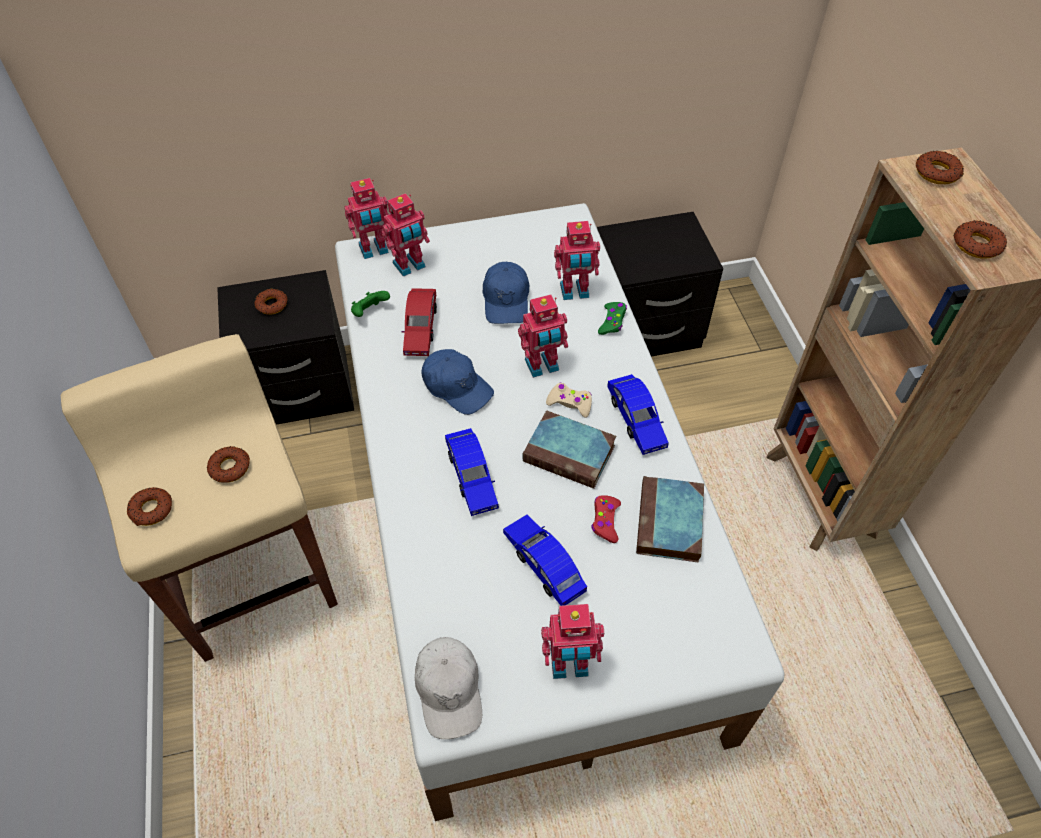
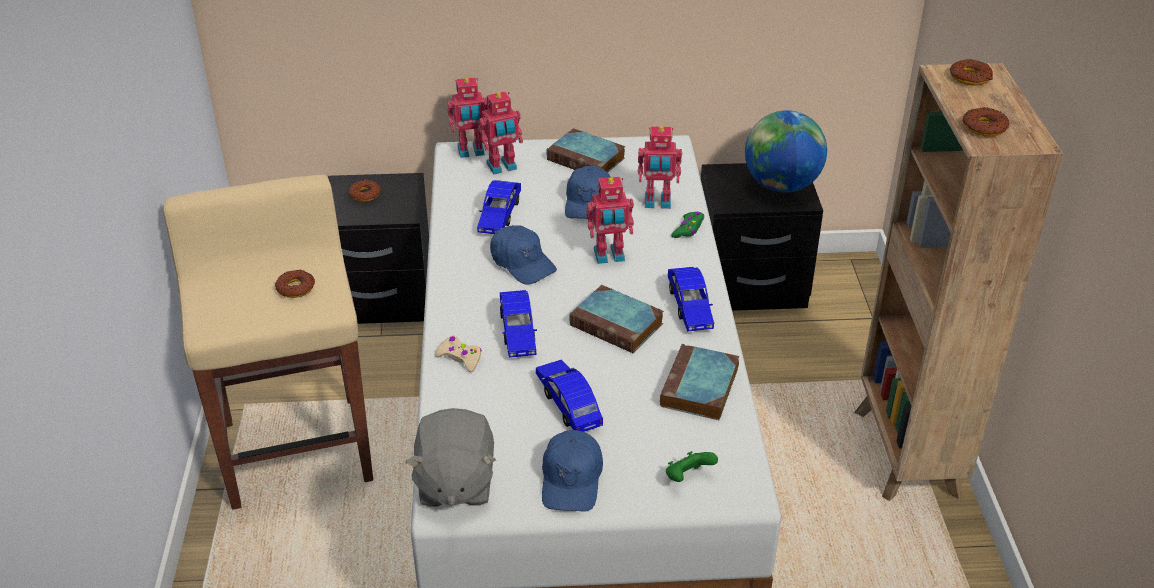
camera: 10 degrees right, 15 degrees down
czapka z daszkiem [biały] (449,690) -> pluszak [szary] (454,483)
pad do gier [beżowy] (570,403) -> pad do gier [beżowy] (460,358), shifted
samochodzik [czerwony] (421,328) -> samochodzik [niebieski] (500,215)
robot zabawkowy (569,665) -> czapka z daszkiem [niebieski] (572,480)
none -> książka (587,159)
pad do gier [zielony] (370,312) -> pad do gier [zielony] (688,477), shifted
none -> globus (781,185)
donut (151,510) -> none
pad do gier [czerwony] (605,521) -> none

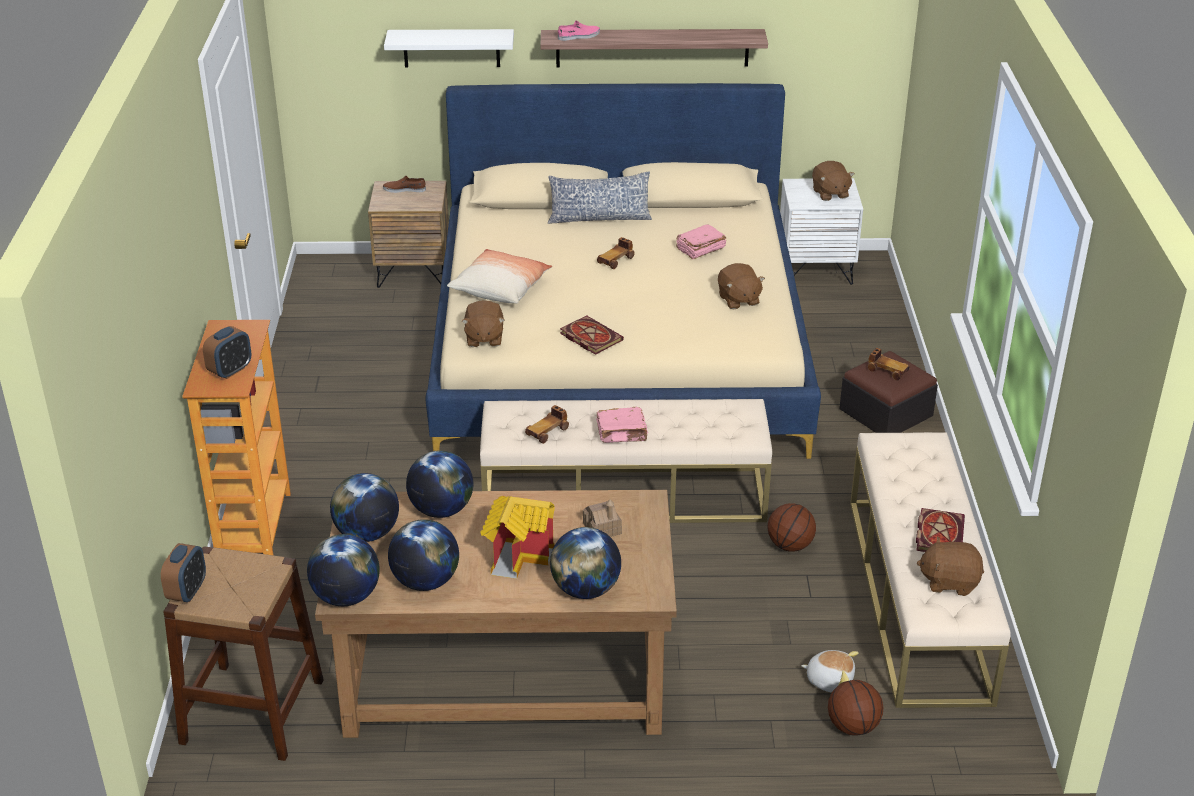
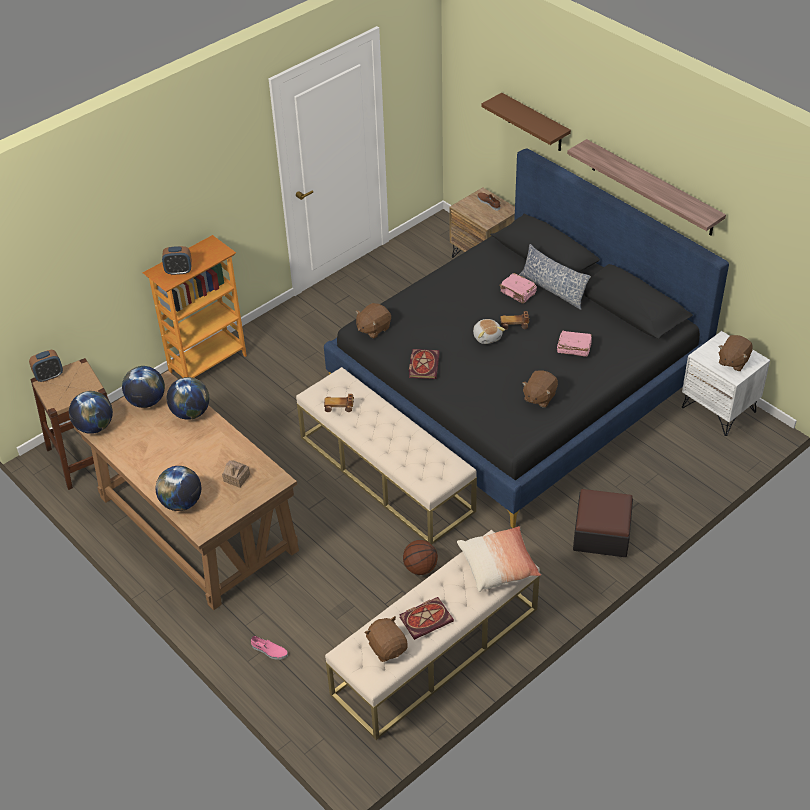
camera: 50 degrees right, 10 degrees up
but [różowy] (579,36) -> but [różowy] (269,650), shifted
łóżko [beżowy] (618,349) -> łóżko [czarny] (517,383)
poduszka (500,288) -> poduszka (498,566), shifted
pluszak (829,680) -> pluszak (487,337), shifted
półka [biały] (451,48) -> półka [brązowy] (535,123)
książka [różowy] (622,433) -> książka [różowy] (518,293), shifted
globus (425,581) -> none
domek (520,556) -> none
piłka do koszykówki (853,727) -> none
samochodzik (887,370) -> none

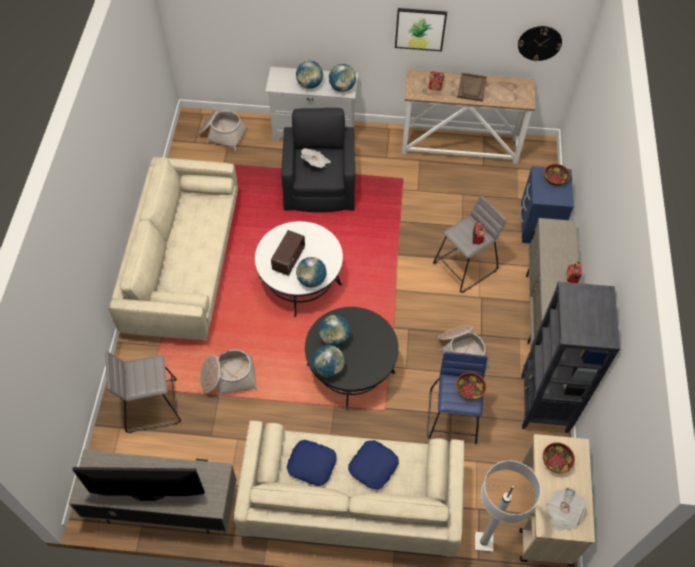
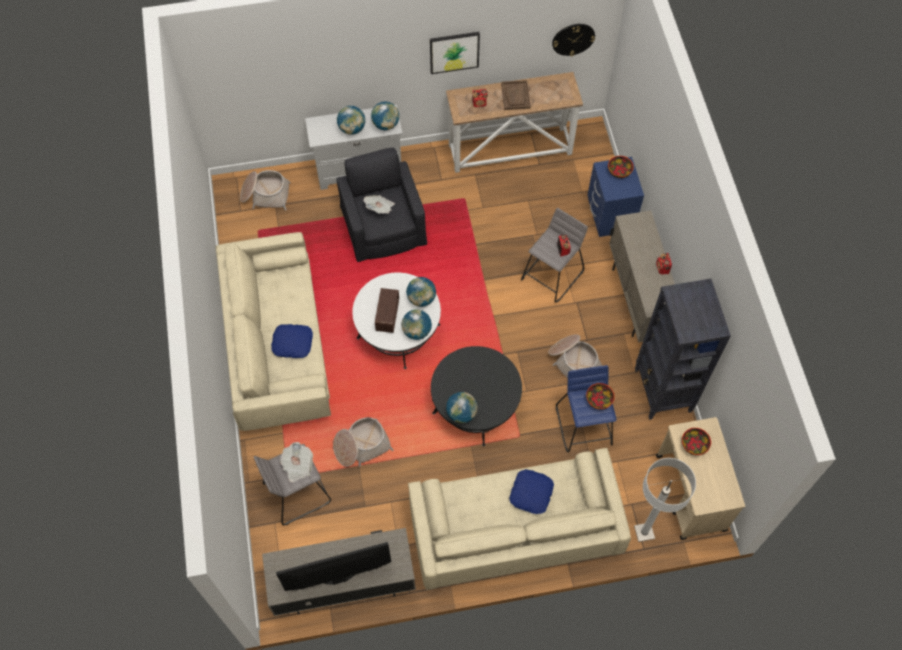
camera: 15 degrees left, 5 degrees up
poduszka [niebieski] (312,464) -> poduszka [niebieski] (292,343), shifted
gazeta (562,513) -> gazeta (297,466), shifted
globus (334,338) -> globus (421,299), shifted

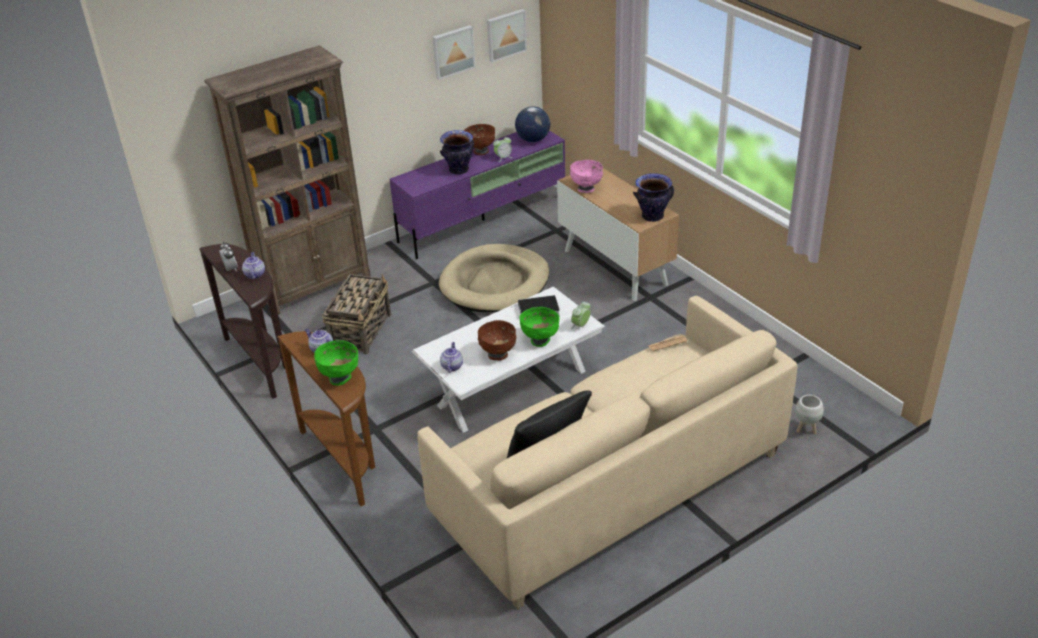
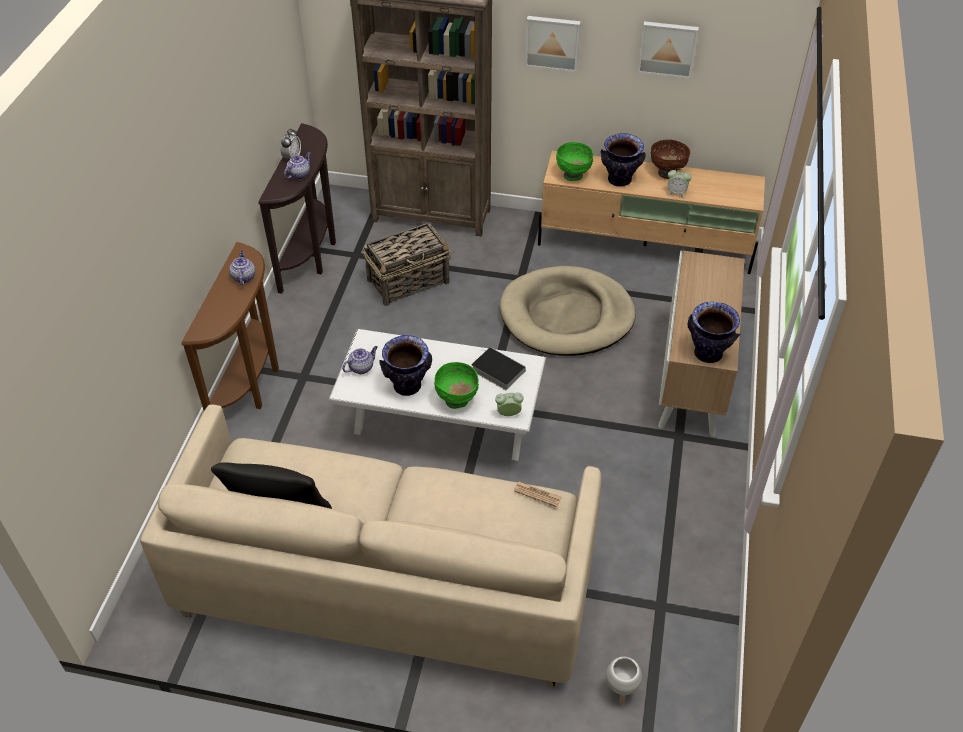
camera: 45 degrees right, 10 degrees up
miska [brązowy] (498,355) -> wazon (407,386)
obraz (505,34) -> obraz (552,42), shifted
szafka pod telewizor [fioletowy] (484,219) -> szafka pod telewizor [beżowy] (646,245)
miska [zielony] (340,378) -> miska [zielony] (573,176), shifted
globus (533,140) -> none
miska [różowy] (586,189) -> none

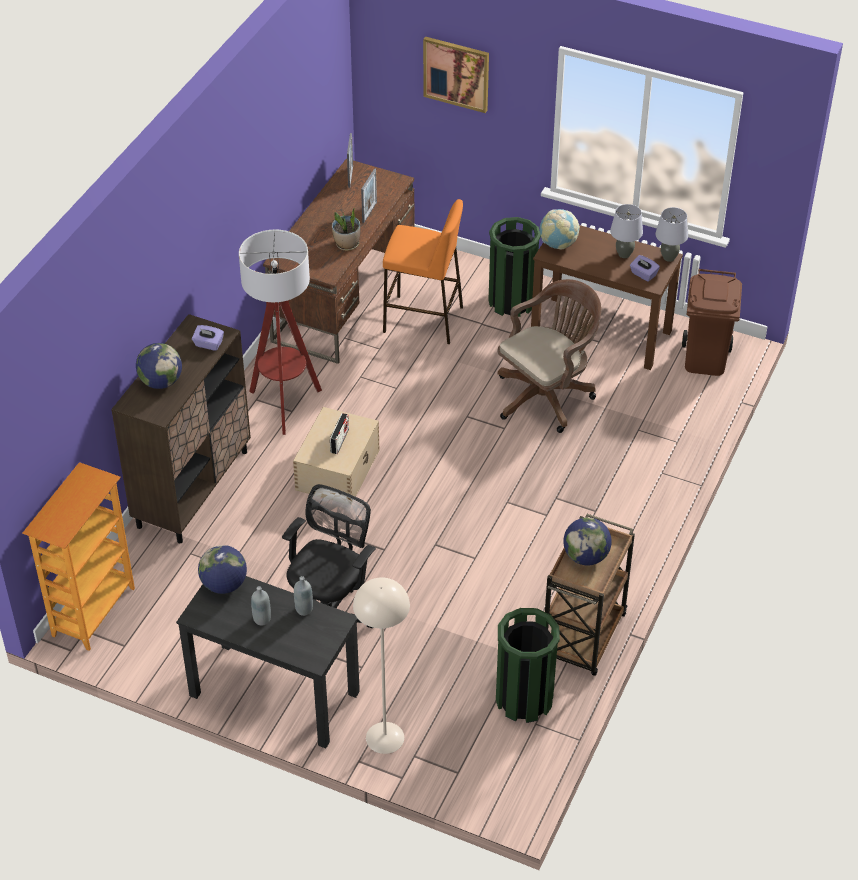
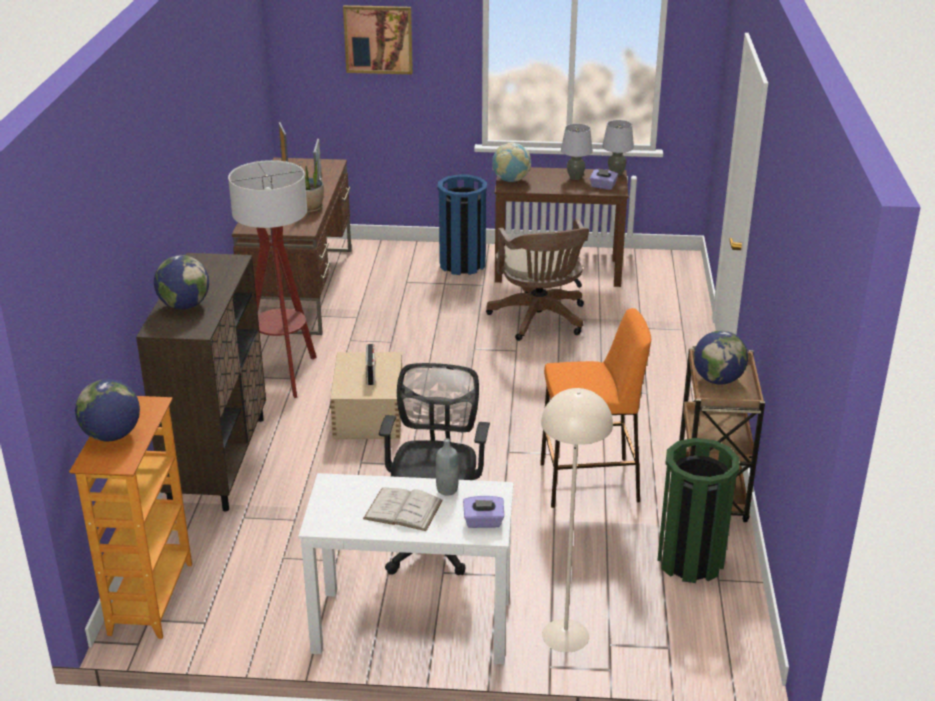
camera: 20 degrees left, 15 degrees down
globus (224,585) -> globus (112,436), shifted
biurko [czarny] (273,693) -> biurko [biały] (411,625)
butelka [szary] (262,619) -> książka [biały] (403,509)
kosz na śmieci [zielony] (512,301) -> kosz na śmieci [niebieski] (462,264)
pudełko chusteczek [fioletowy] (208,344) -> pudełko chusteczek [fioletowy] (483,522), shifted
krzesło biurowe [brązowy] (547,395) -> krzesło biurowe [brązowy] (540,320), 135 degrees clockwise
stołek [pomarańczowy] (424,320) -> stołek [pomarańczowy] (590,482), shifted
kosz na śmieci [brązowy] (704,359) -> none

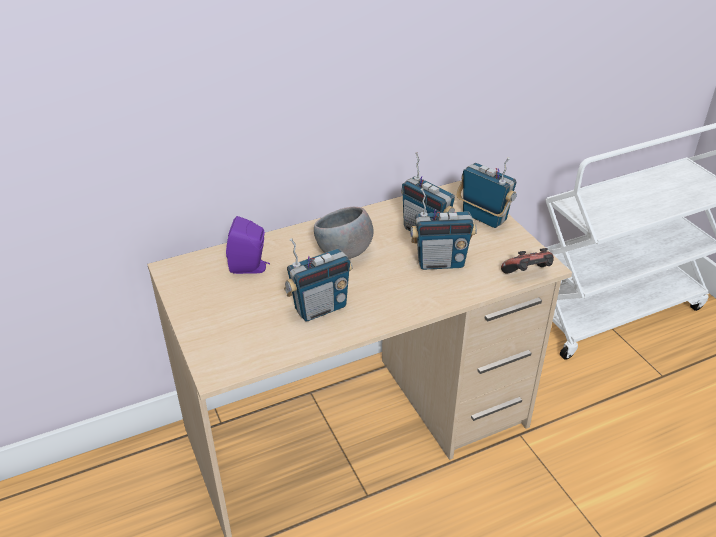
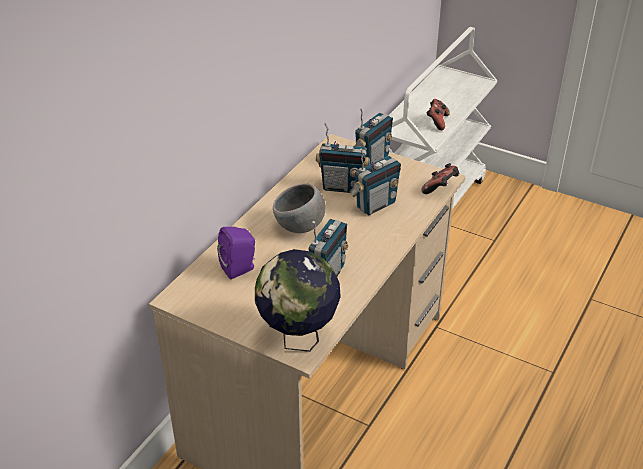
camera: 35 degrees left, 0 degrees up
none -> globus (298,339)
radio (483,218) -> radio (371,160), 120 degrees clockwise
none -> pad do gier (437,122)

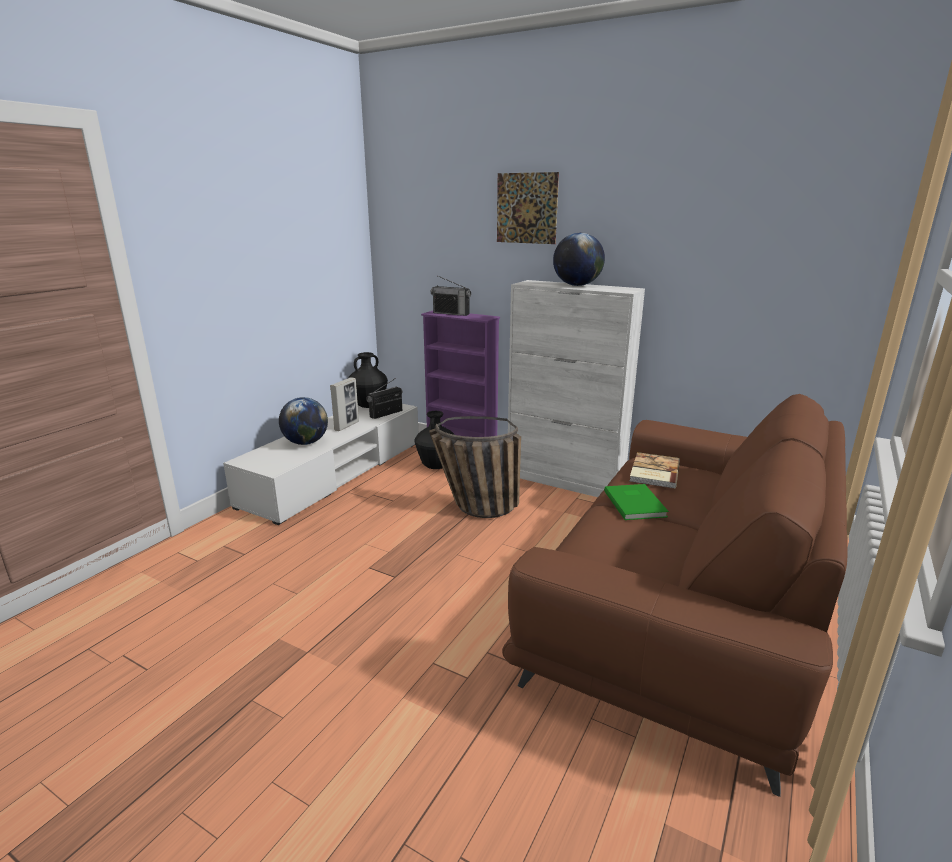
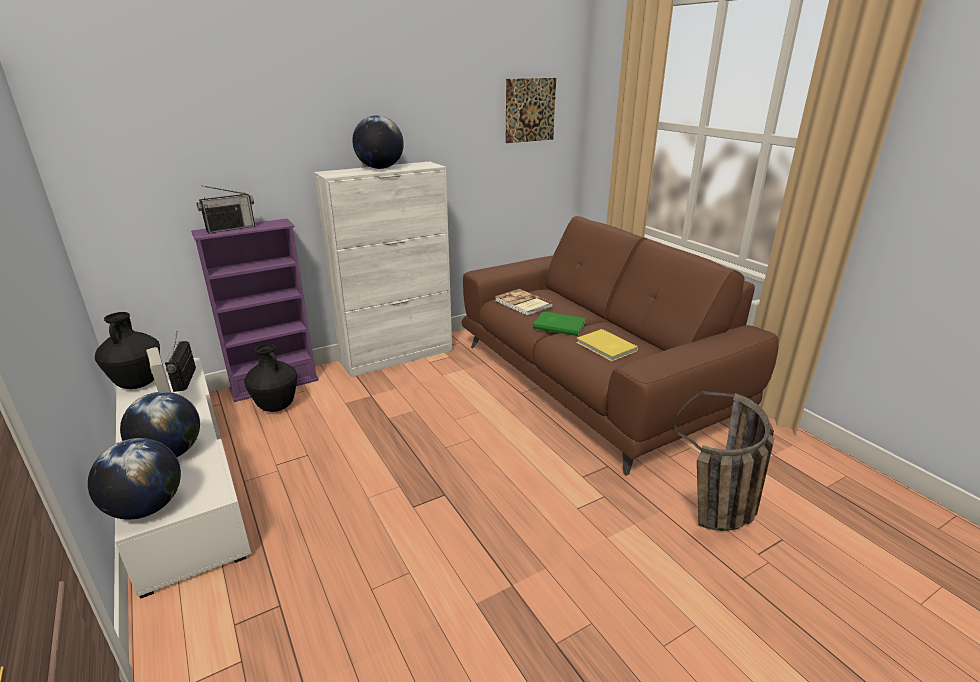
camera: 60 degrees left, 5 degrees up
none -> globus (146,508)
obraz (526,208) -> obraz (530,110), shifted
none -> książka [żółty] (606,347)
koszyk (473,508) -> koszyk (717,518), shifted

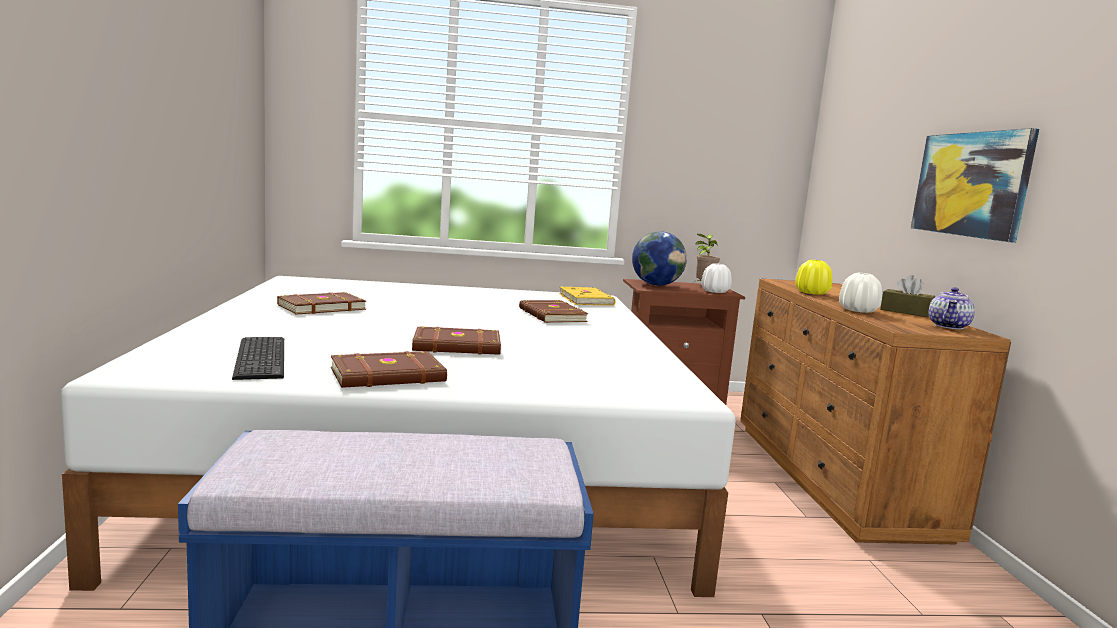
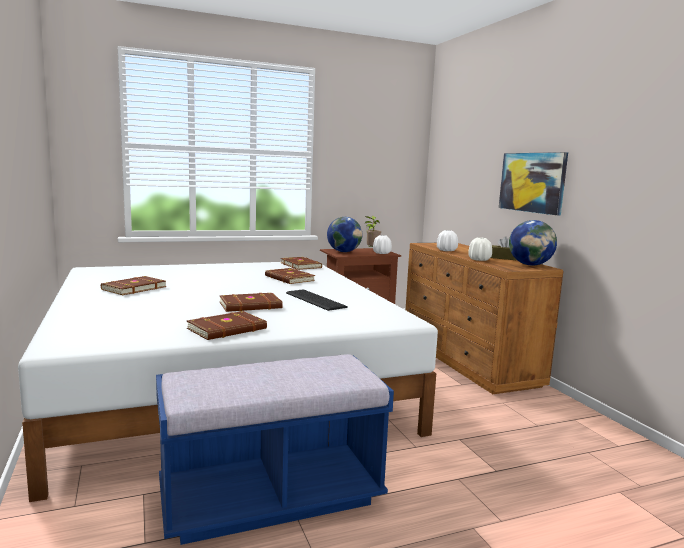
camera: 15 degrees left, 0 degrees up
książka [żółty] (587,299) -> książka [brązowy] (301,265)
klawiatura (263,357) -> klawiatura (316,299), shifted
wazon [żółty] (811,293) -> wazon [biały] (446,250)
imbryk (949,326) -> globus (530,265)

